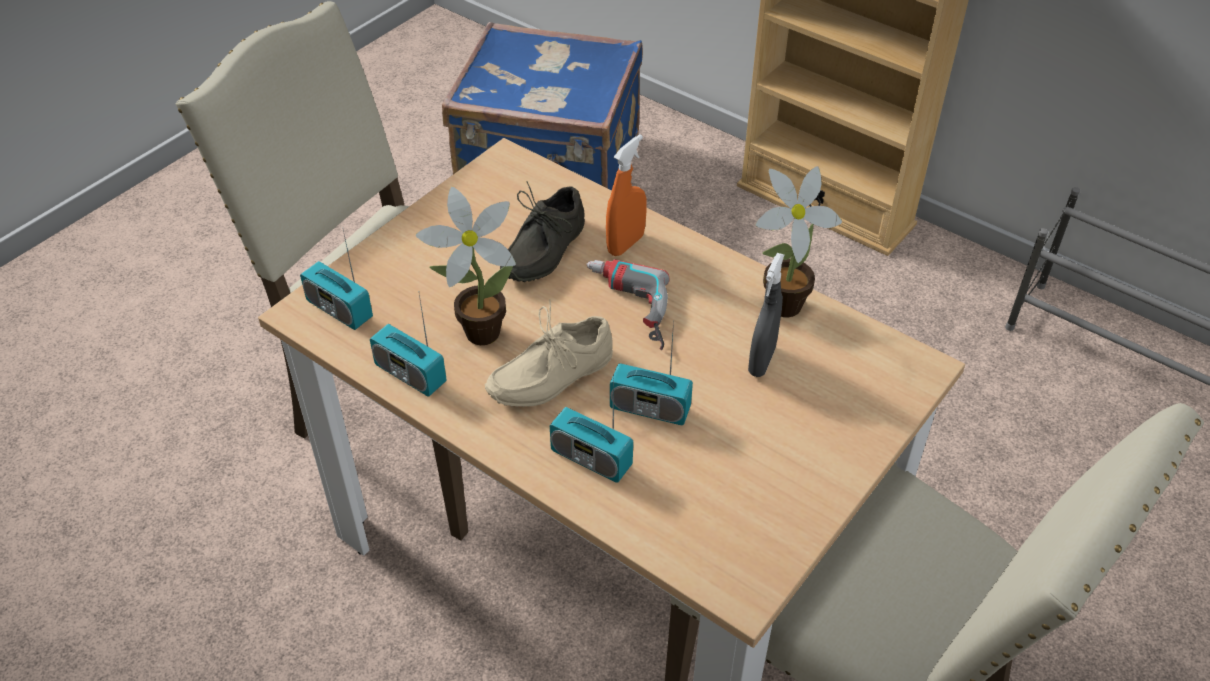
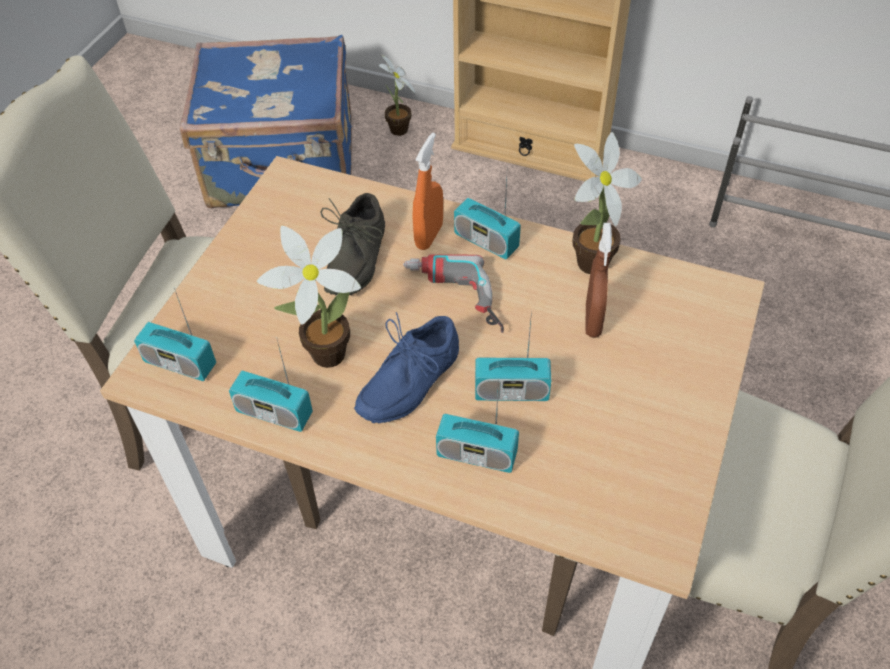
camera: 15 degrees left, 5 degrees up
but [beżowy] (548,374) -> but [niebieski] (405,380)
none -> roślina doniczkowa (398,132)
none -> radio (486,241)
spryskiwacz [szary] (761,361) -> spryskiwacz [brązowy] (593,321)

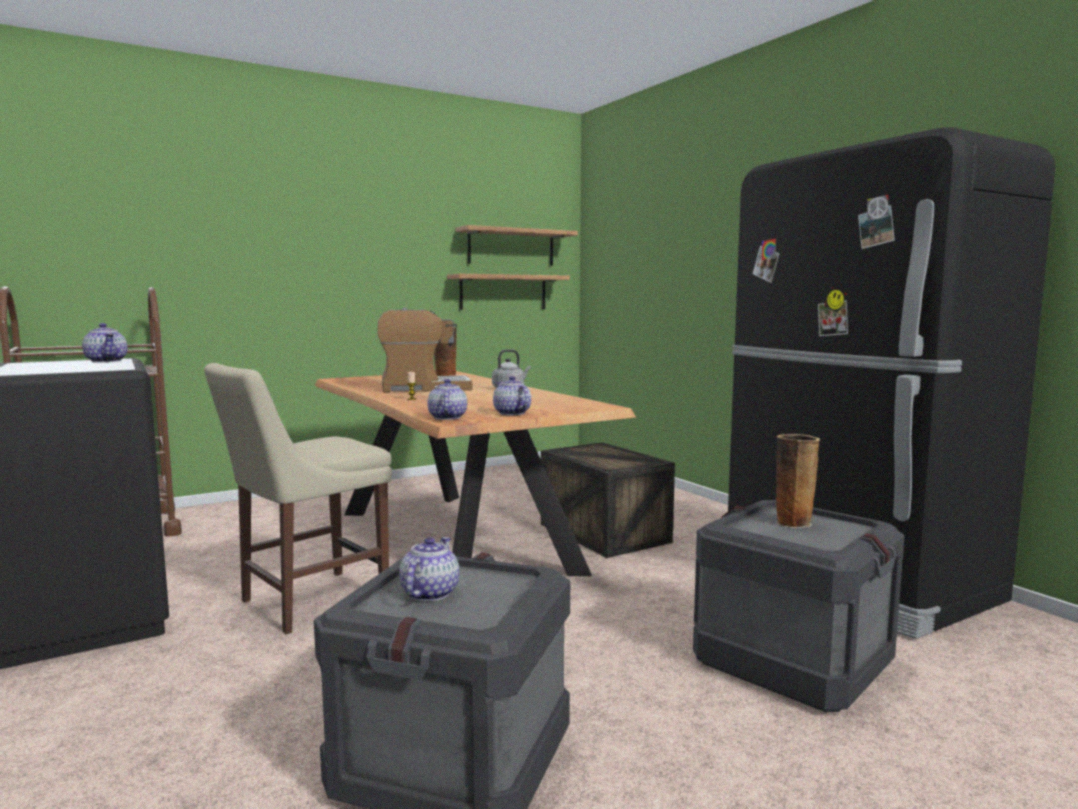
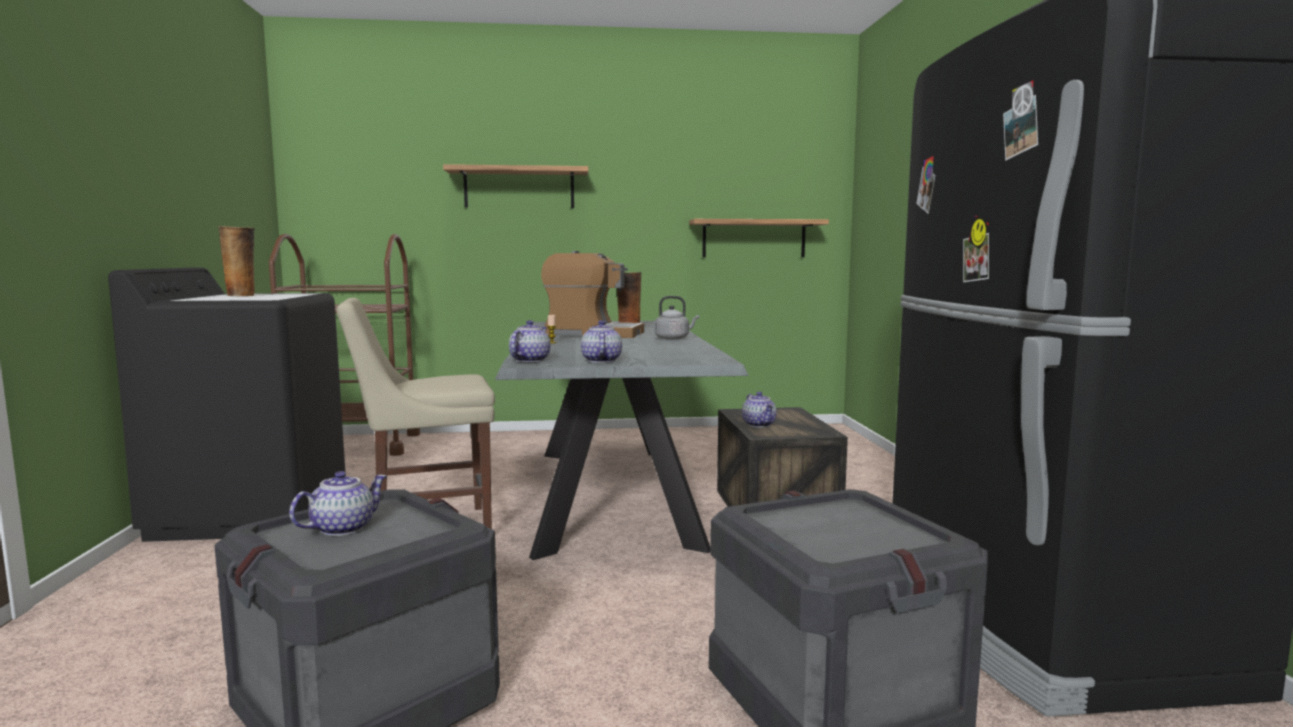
camera: 25 degrees right, 0 degrees up
wazon (793,523) -> wazon (242,296), shifted
półka (511,247) -> półka (519,188), shifted
stół jadalny [brązowy] (453,541) -> stół jadalny [szary] (612,494)
imbryk (107,361) -> imbryk (759,425), shifted

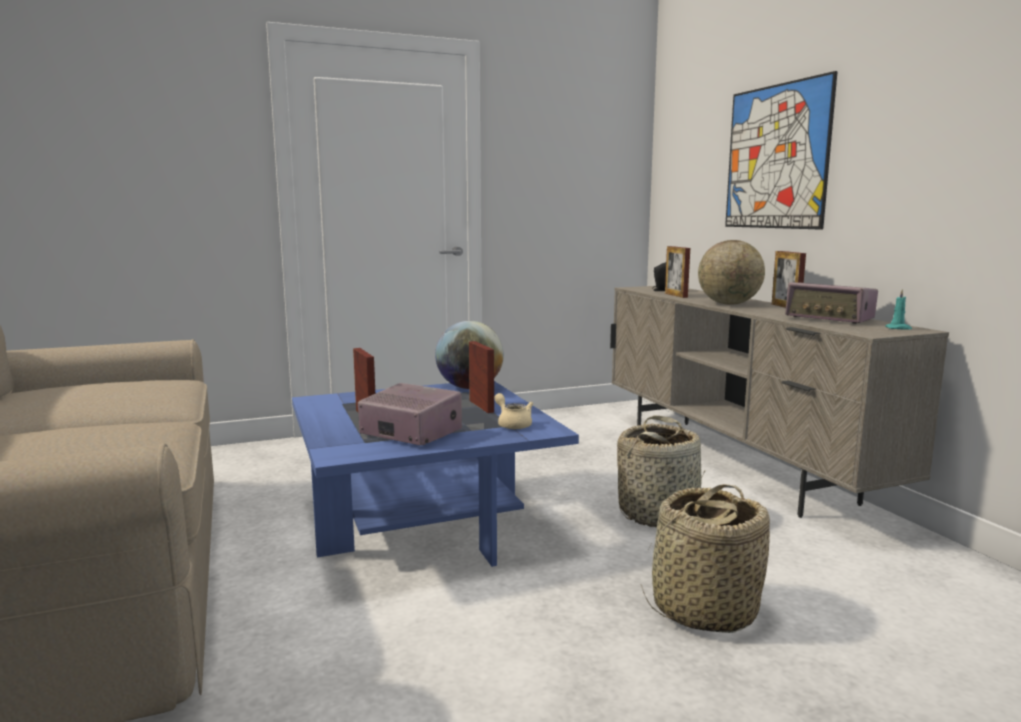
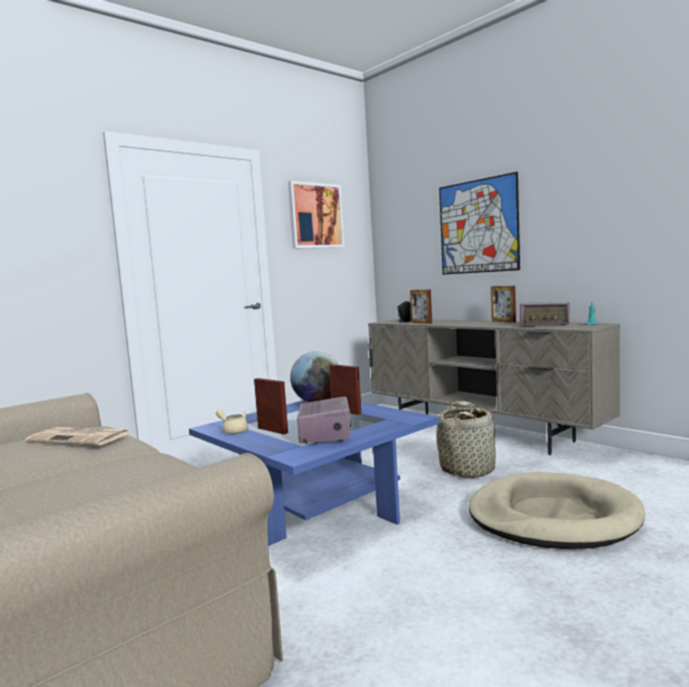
camera: 20 degrees left, 5 degrees down
none -> gazeta (81,437)
imbryk [beżowy] (512,424) -> imbryk [beżowy] (233,430), shifted
none -> obraz (315,216)
radio (410,433) -> radio (325,435), 75 degrees clockwise
koszyk (703,609) -> legowisko [beżowy] (552,517)
globus (729,304) -> none

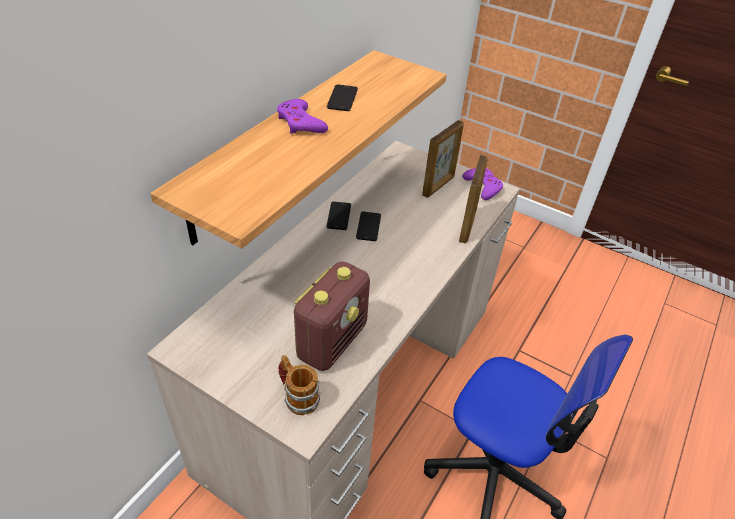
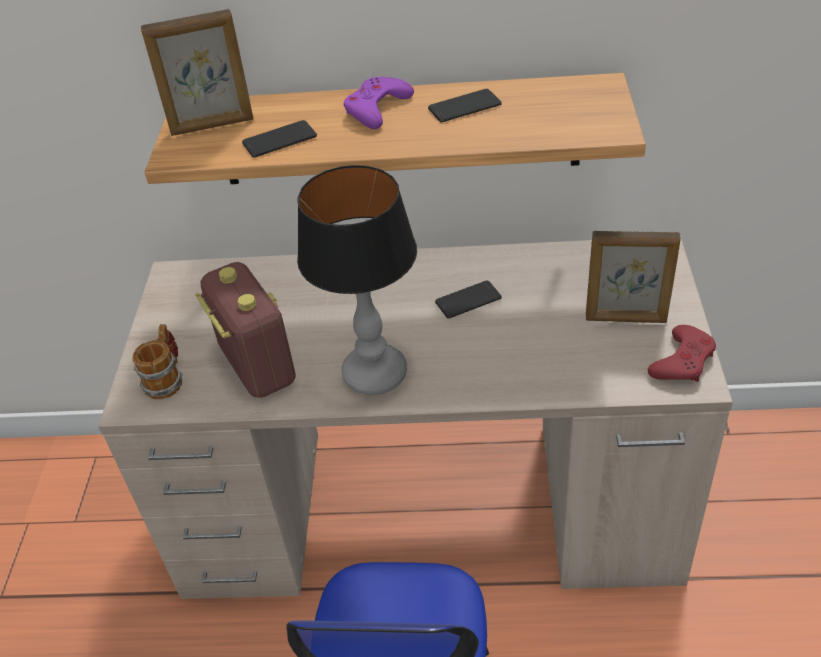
camera: 65 degrees right, 0 degrees up
ramka na zdjęcie (467,226) -> ramka na zdjęcie (212,126), shifted
radio (332,341) -> radio (257,365), 120 degrees counterclockwise
telefon (339,216) -> telefon (279,140), shifted
none -> lampa stołowa (376,374)
pad do gier [fioletowy] (483,186) -> pad do gier [czerwony] (683,361)

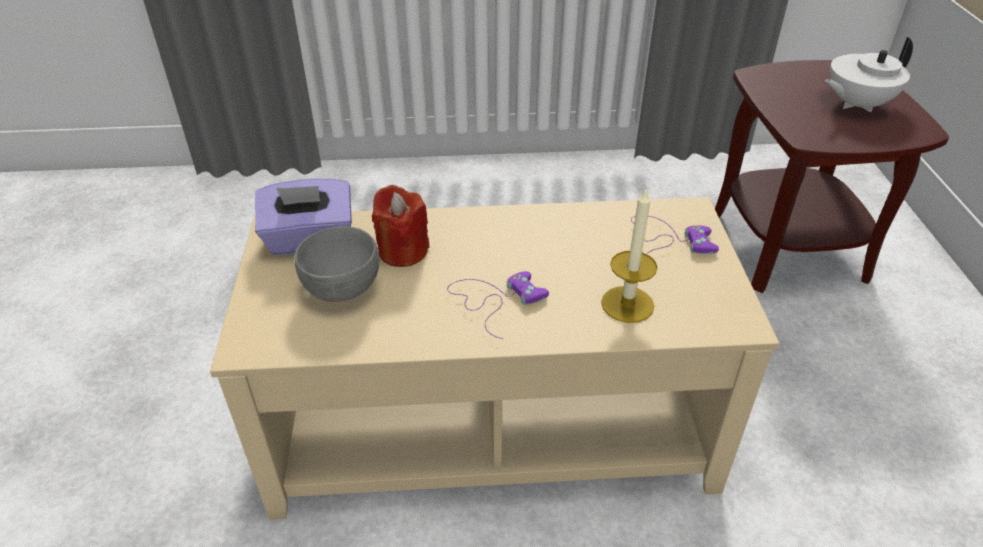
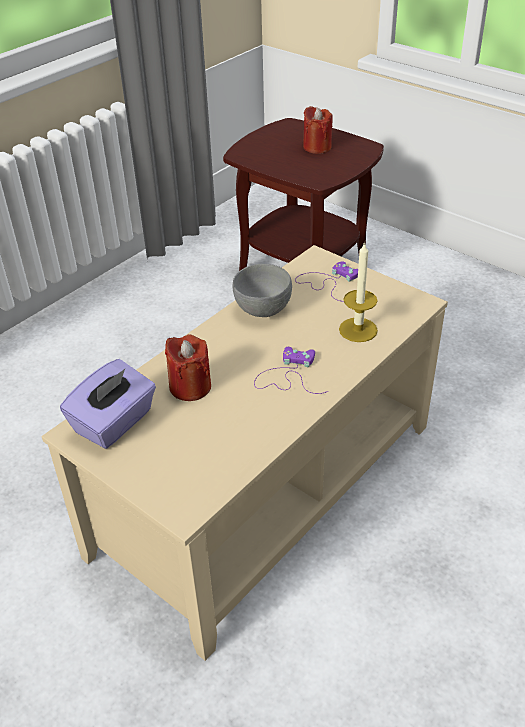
camera: 45 degrees left, 0 degrees up
miska [szary] (343,289) -> miska [szary] (263,309), shifted
imbryk [biały] (856,104) -> świeca [czerwony] (317,147)

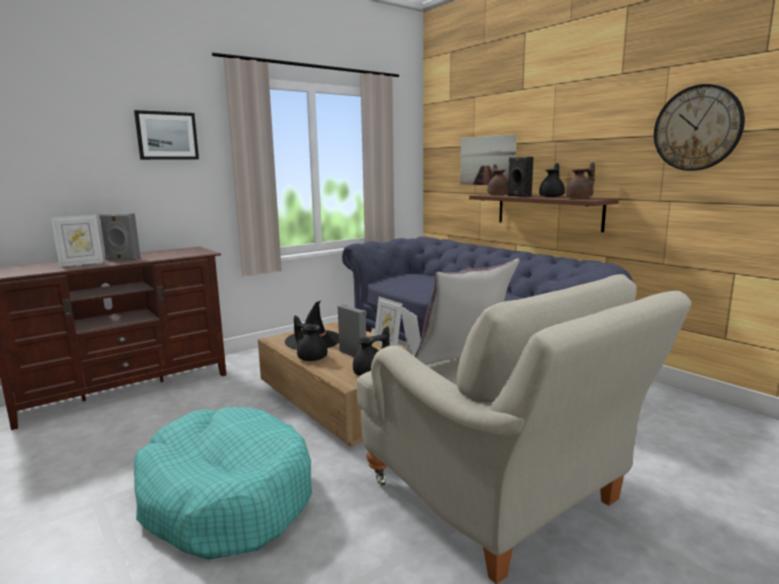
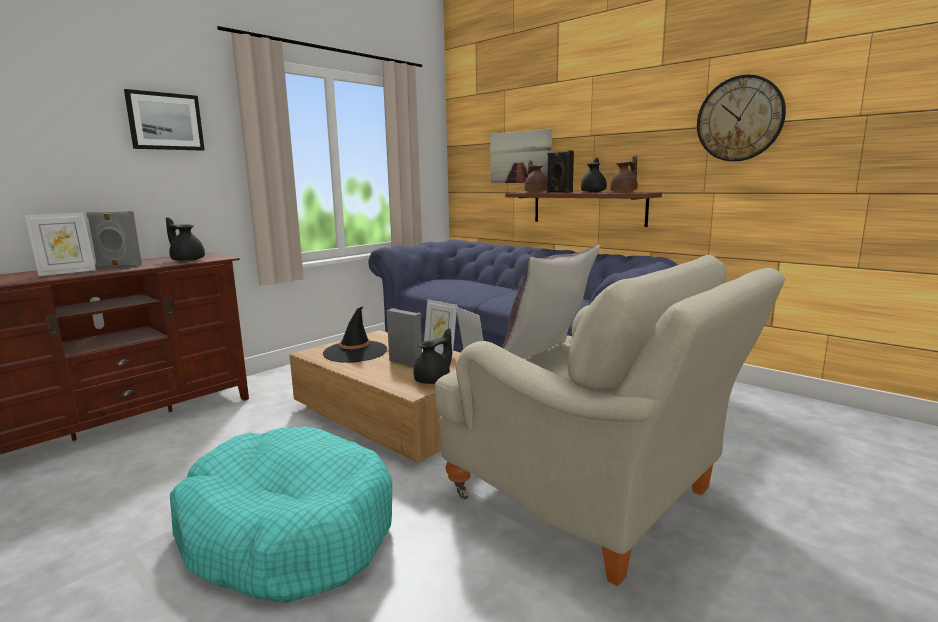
camera: 10 degrees left, 0 degrees up
imbryk [czarny] (311,357) -> imbryk [czarny] (187,260), shifted

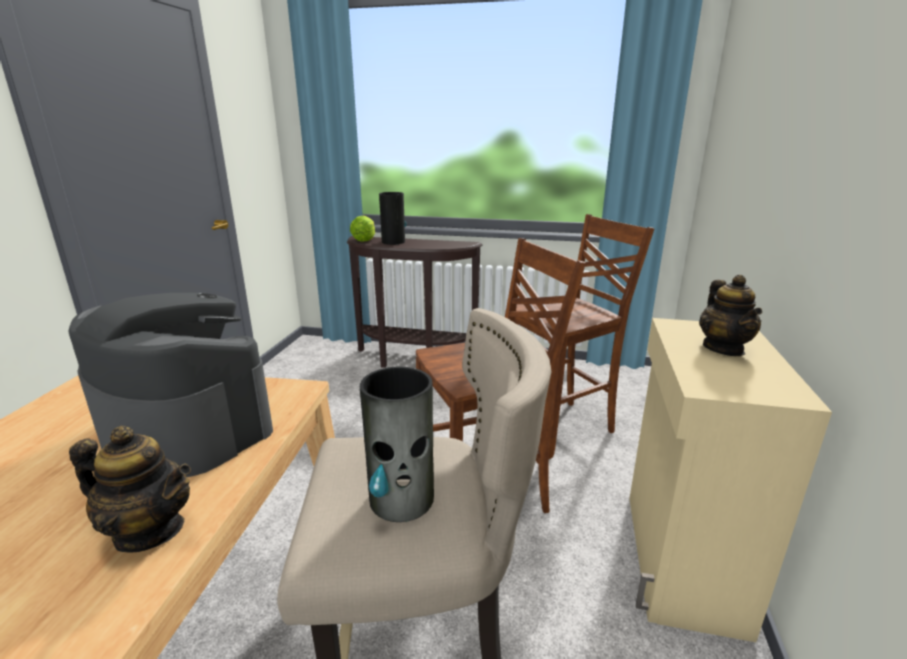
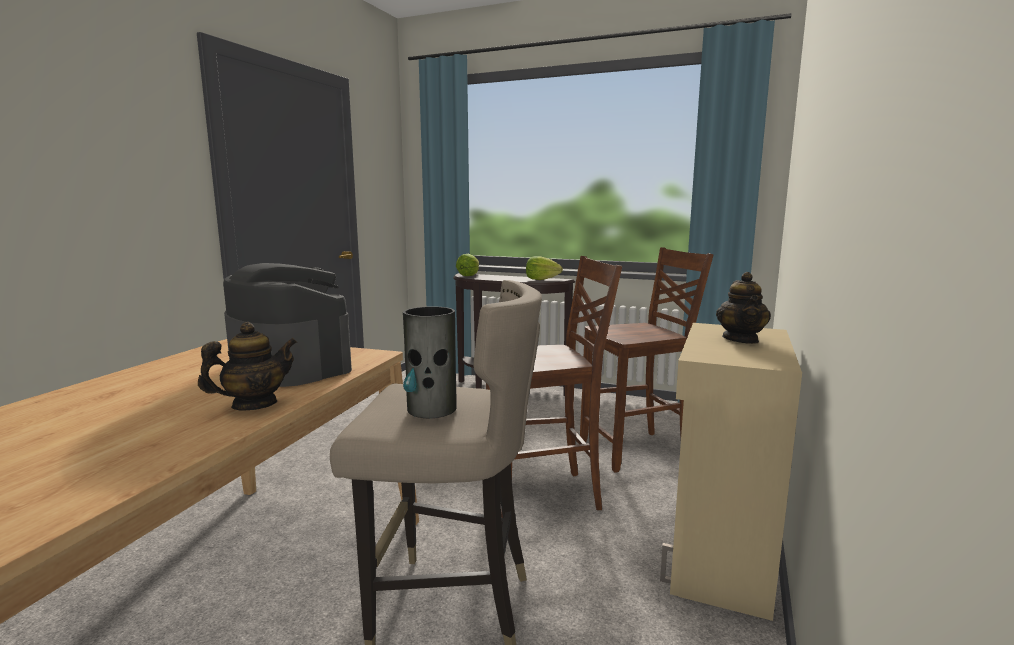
camera: 10 degrees right, 10 degrees down
imbryk (149,530) -> imbryk (254,405), 60 degrees counterclockwise
none -> sałata (541,279)
wazon (393,241) -> none

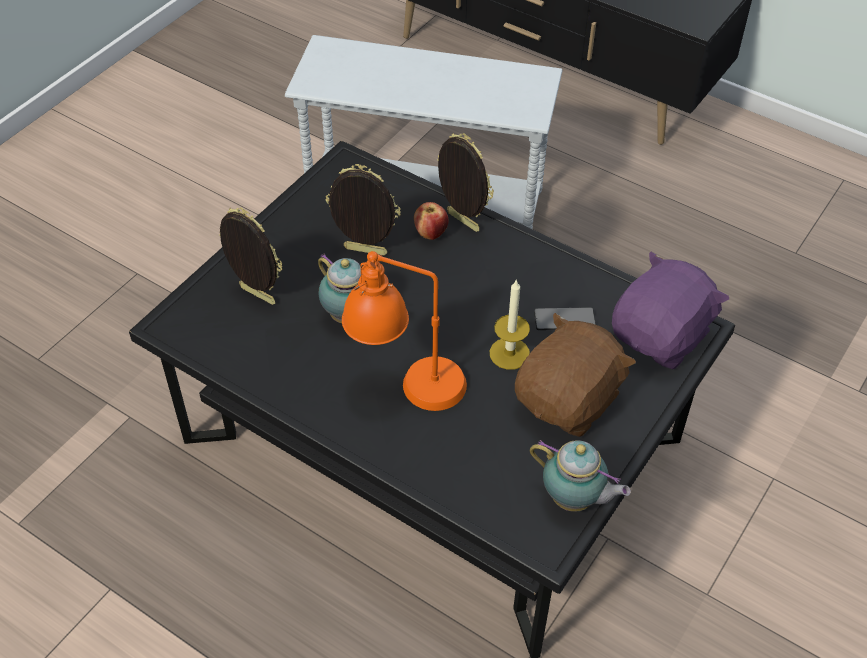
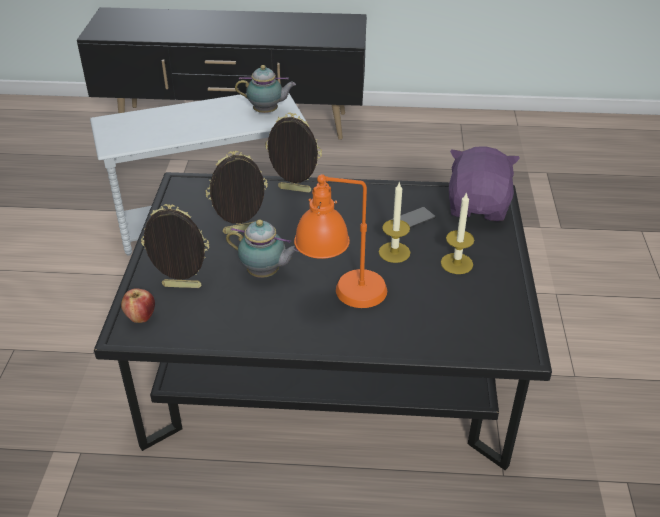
camera: 30 degrees left, 10 degrees down
jabłko (431,233) -> jabłko (141,317), shifted
imbryk (574,500) -> imbryk (267,112), shifted
pluszak [brązowy] (569,400) -> świeca (456,263)

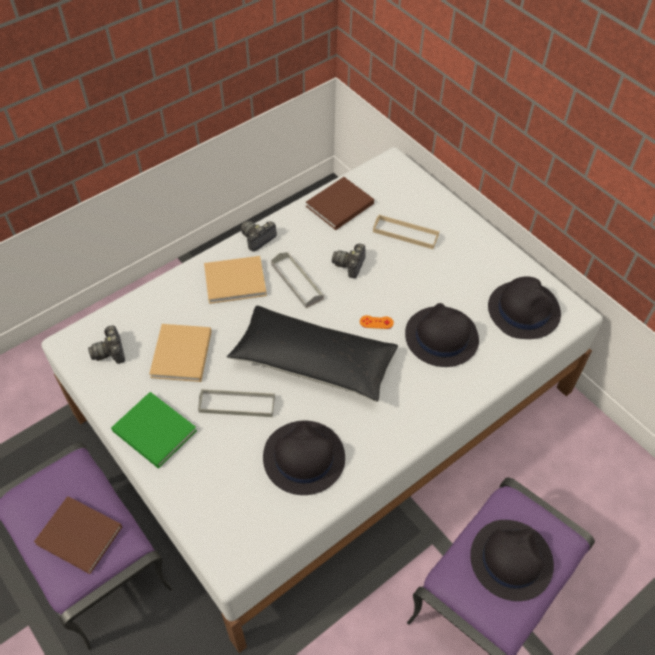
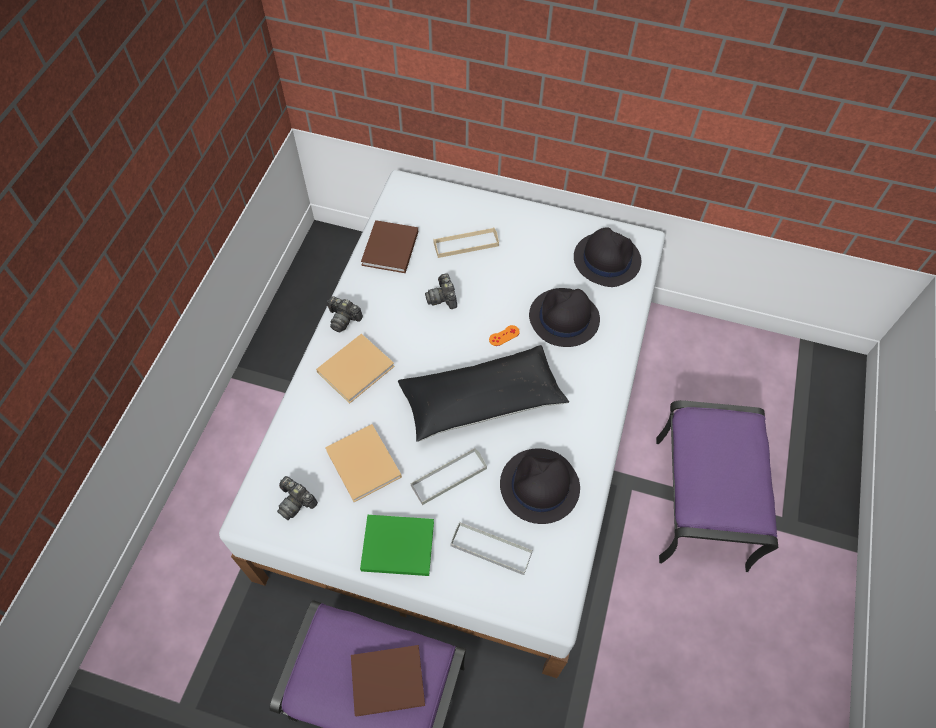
camera: 35 degrees left, 5 degrees up
aparat fotograficzny (258,239) -> aparat fotograficzny (343,319), 75 degrees counterclockwise
taca [szary] (296,281) -> taca [szary] (491,549), shifted
kapelusz [czarny] (510,560) -> none

